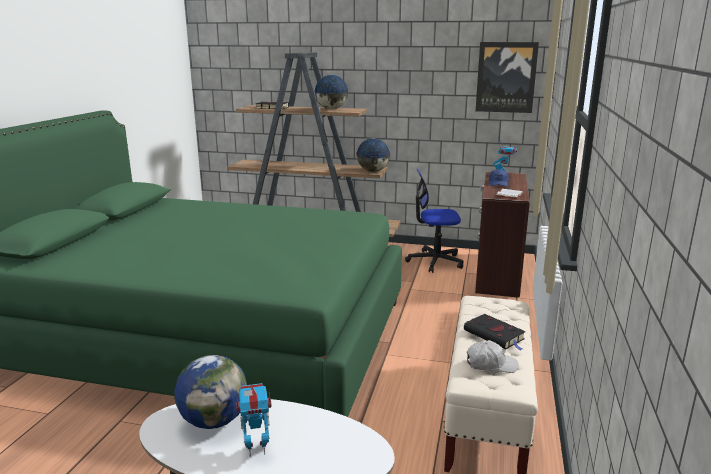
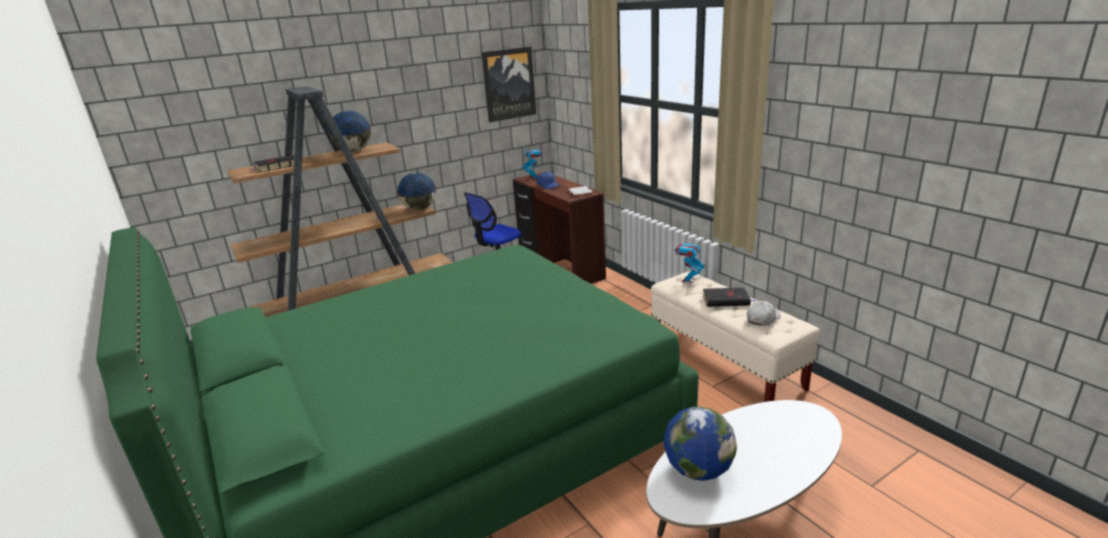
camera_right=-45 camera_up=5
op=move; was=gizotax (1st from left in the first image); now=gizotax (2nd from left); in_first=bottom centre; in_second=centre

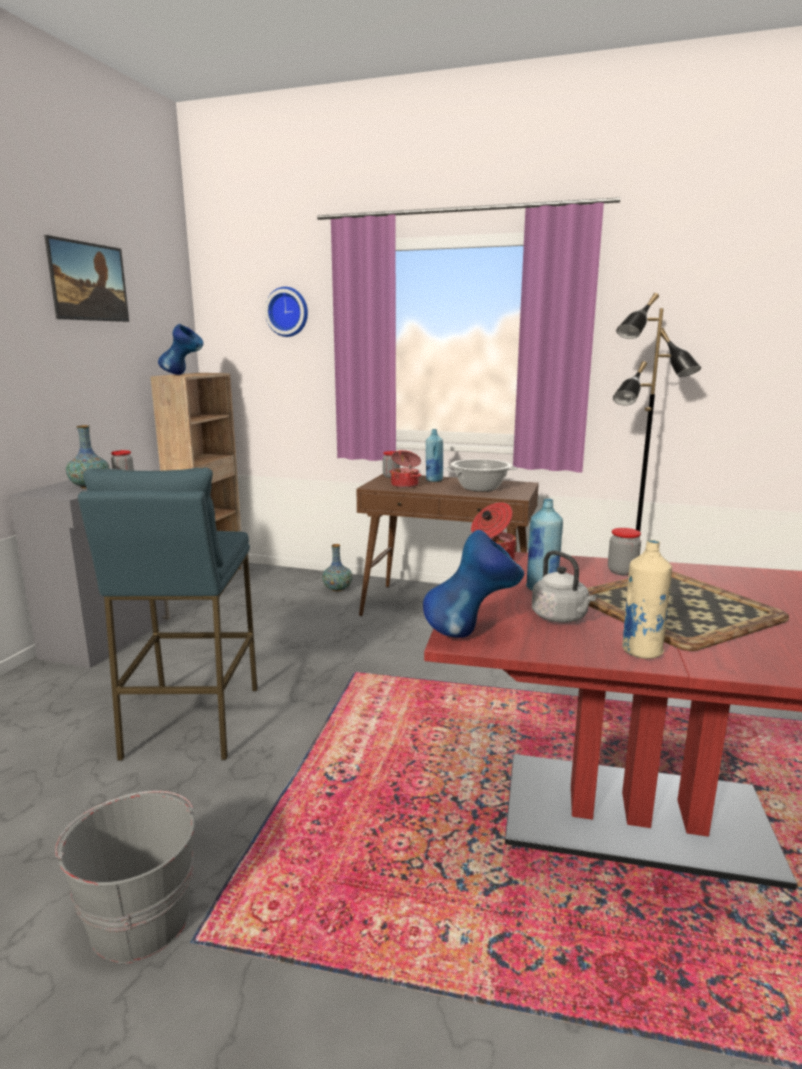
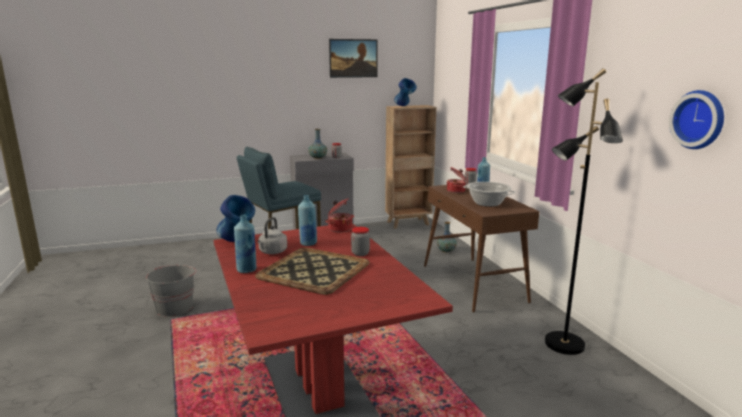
camera_right=55 camera_up=0
op=move; was=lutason; in_first=top centre; in_second=top right
op=recolor; was=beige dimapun; now=blue dimapun (1st from left); in_first=middle right; in_second=middle left

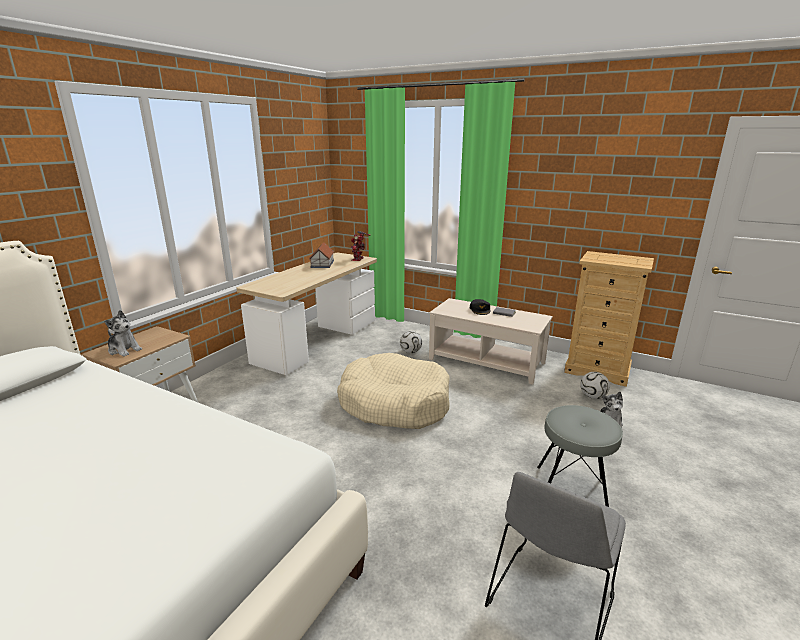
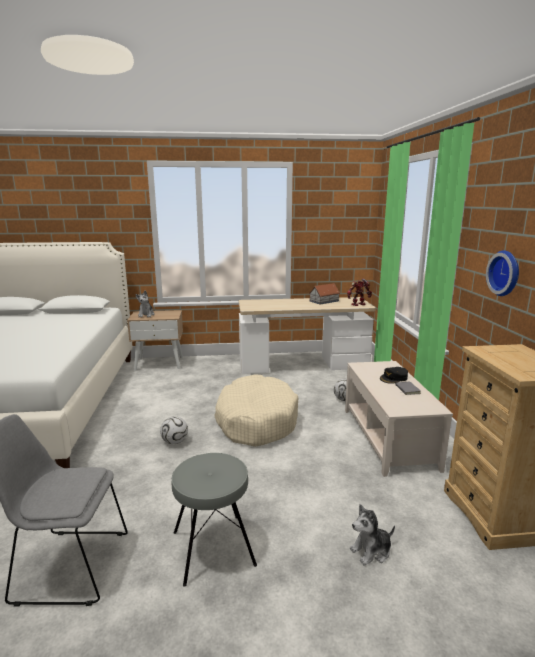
camera_right=55 camera_up=-5
op=insert; now=lutason; in_second=middle right
op=move; was=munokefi (2nd from left in the first image); now=munokefi (1st from left); in_first=middle right; in_second=middle left

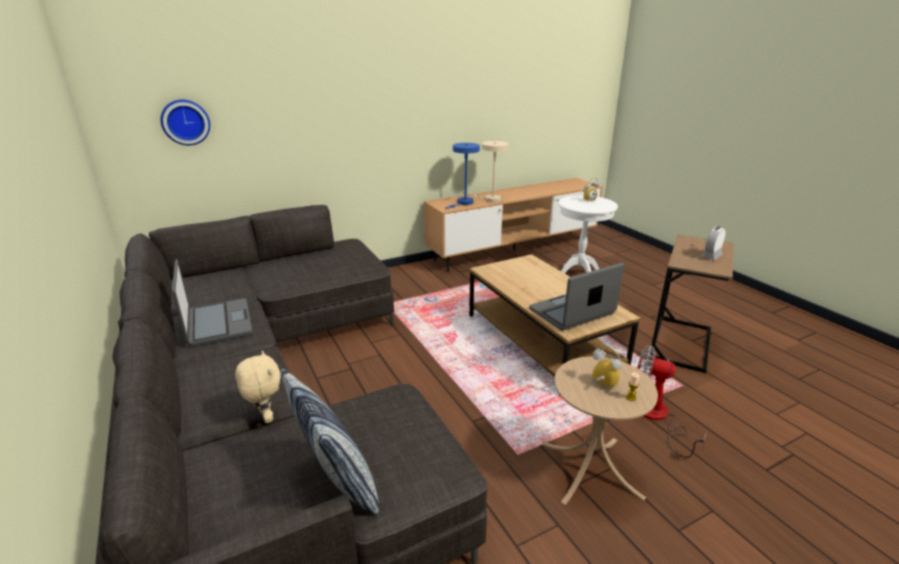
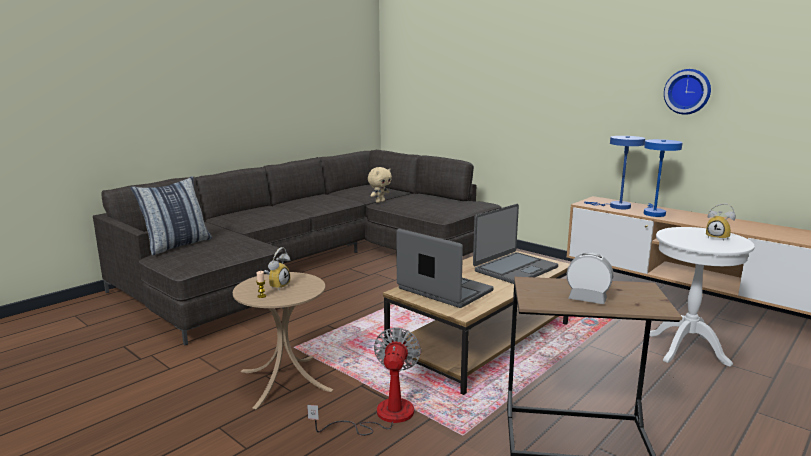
camera_right=70 camera_up=-10
op=move; was=lutason; in_first=top left; in_second=top right
op=move; was=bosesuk (1st from left in the first image); now=bosesuk (2nd from left); in_first=middle left; in_second=centre
op=move; was=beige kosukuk; in_first=bottom left; in_second=centre
op=recolor; was=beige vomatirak; now=blue vomatirak (2nd from left); in_first=top centre; in_second=middle right

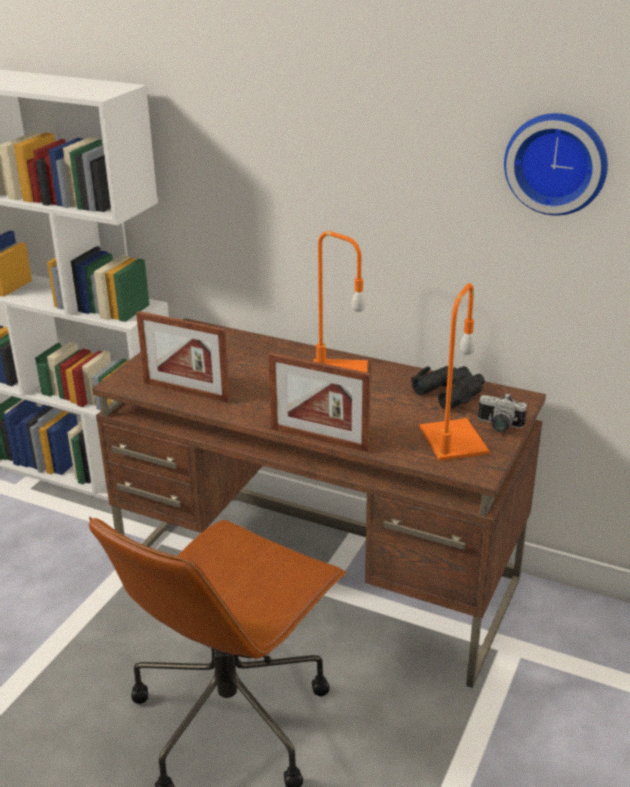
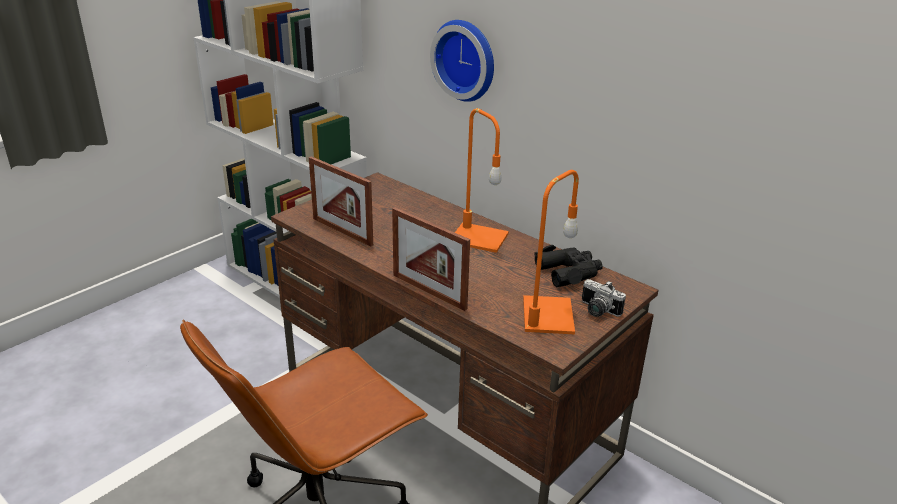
camera_right=15 camera_up=0
op=move; was=lutason; in_first=top right; in_second=top centre

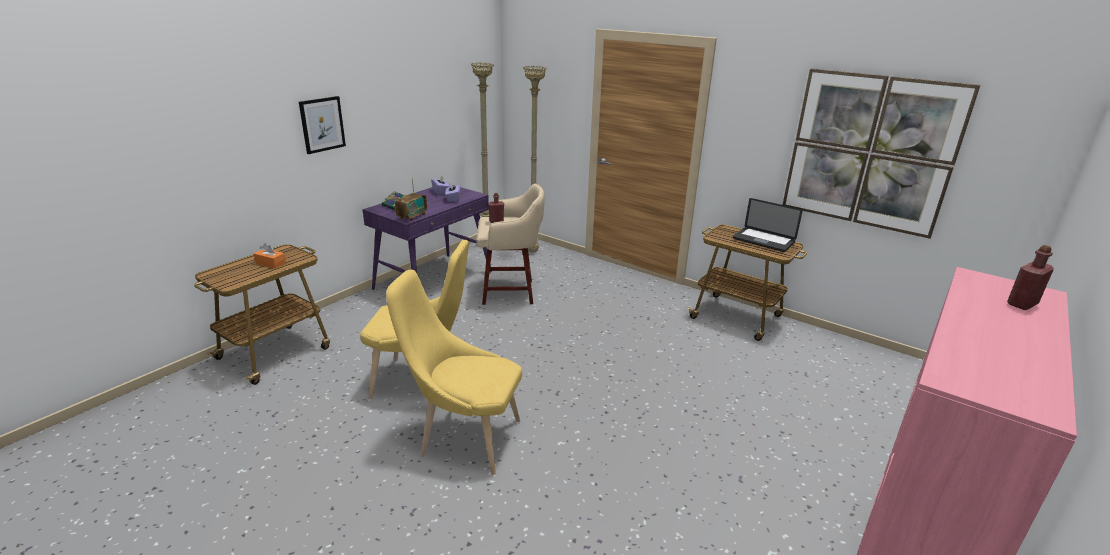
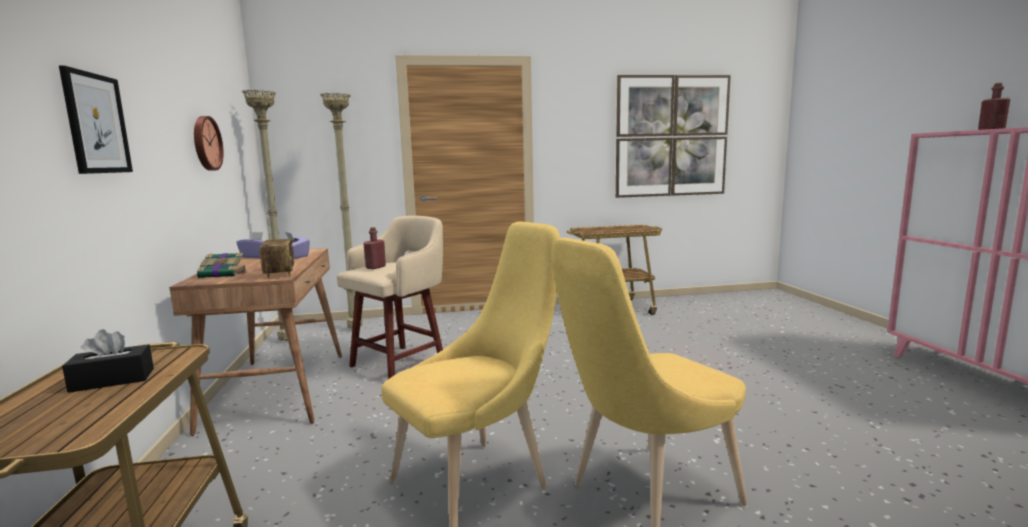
camera_right=-45 camera_up=-15
op=delete; was=bosesuk; in_first=middle right
op=insert; now=lutason; in_second=top left
op=recolor; was=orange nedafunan; now=black nedafunan; in_first=middle left; in_second=bottom left
op=recolor; was=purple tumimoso; now=brown tumimoso; in_first=centre; in_second=middle left

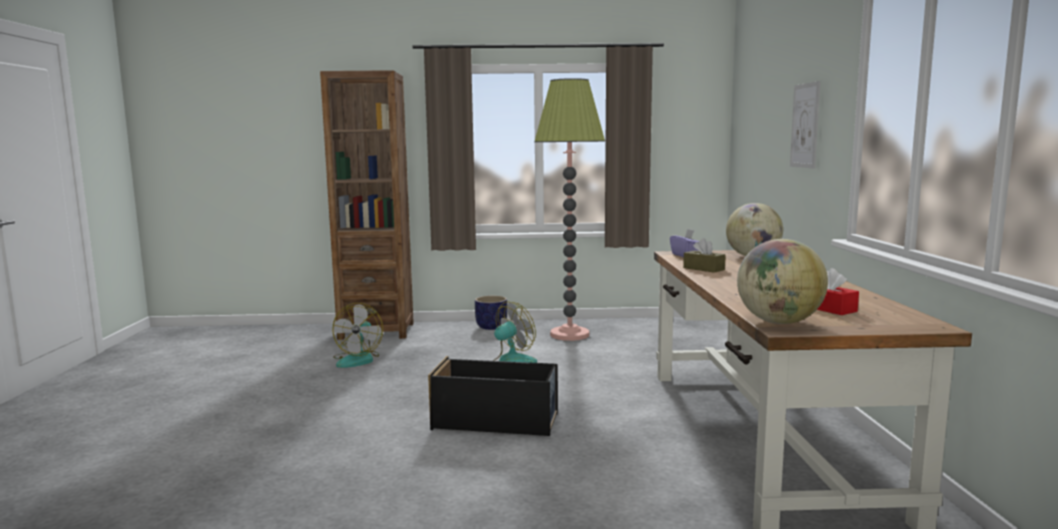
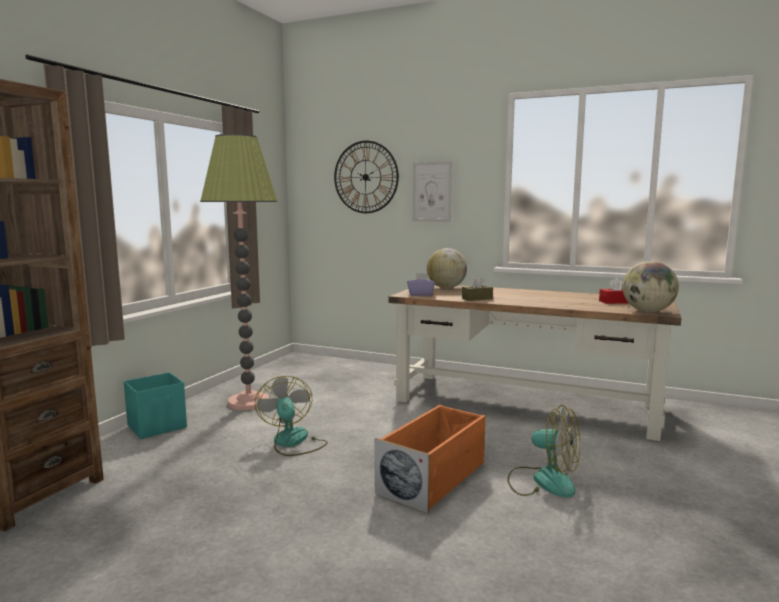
camera_right=-65 camera_up=0
op=insert; now=lutason; in_second=top centre
op=move; was=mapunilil (1st from left in the first image); now=mapunilil (2nd from left); in_first=centre; in_second=bottom right
op=replace; was=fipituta; now=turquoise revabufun; in_first=centre; in_second=bottom left
op=recolor; was=black revabufun; now=orange revabufun; in_first=bottom centre; in_second=bottom centre

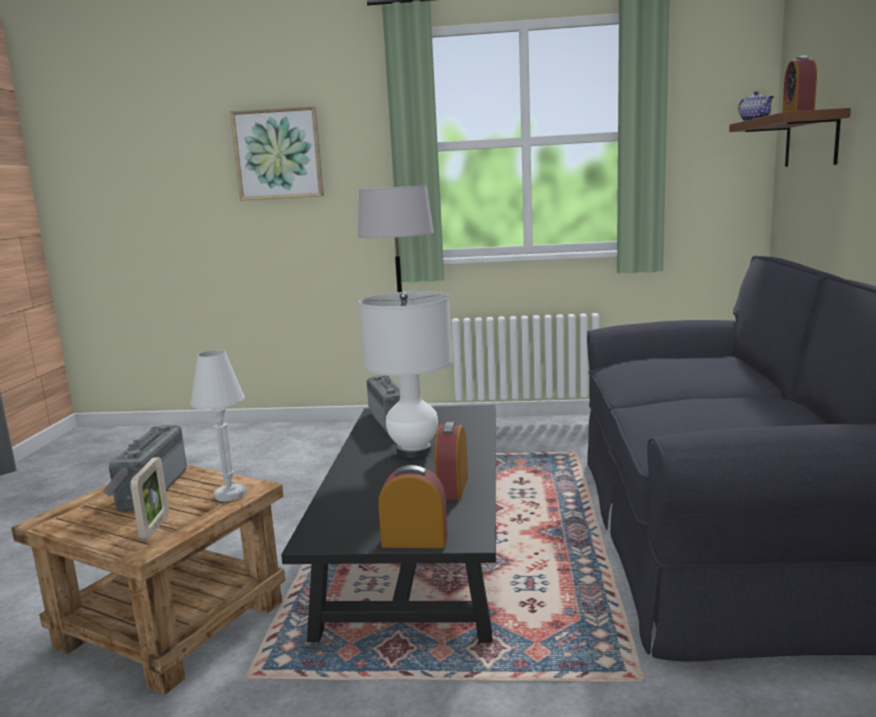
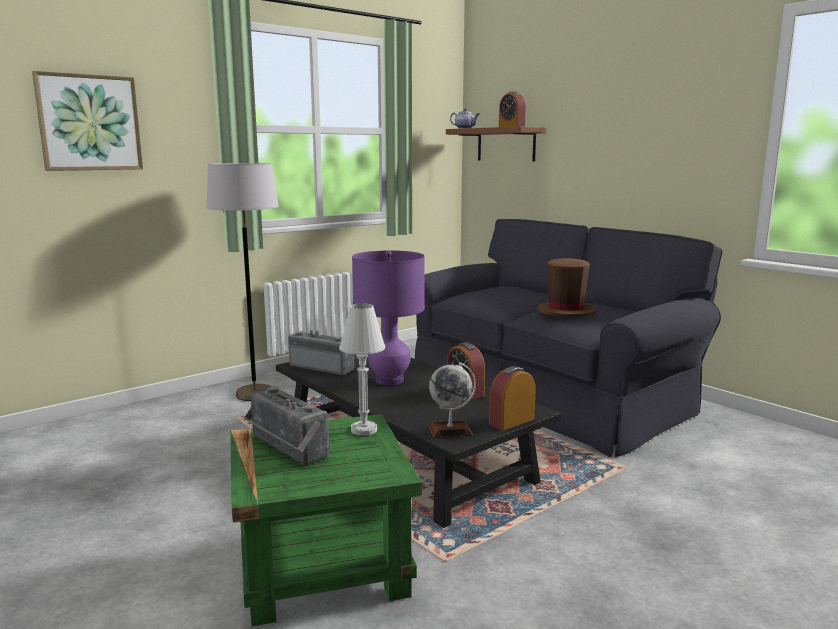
camera_right=-45 camera_up=0
op=delete; was=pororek; in_first=bottom left
op=insert; now=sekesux; in_second=centre
op=insert; now=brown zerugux; in_second=middle right
op=recolor; was=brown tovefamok; now=green tovefamok; in_first=bottom left; in_second=bottom centre
op=recolor; was=white vomatirak (2nd from left); now=purple vomatirak; in_first=centre; in_second=centre

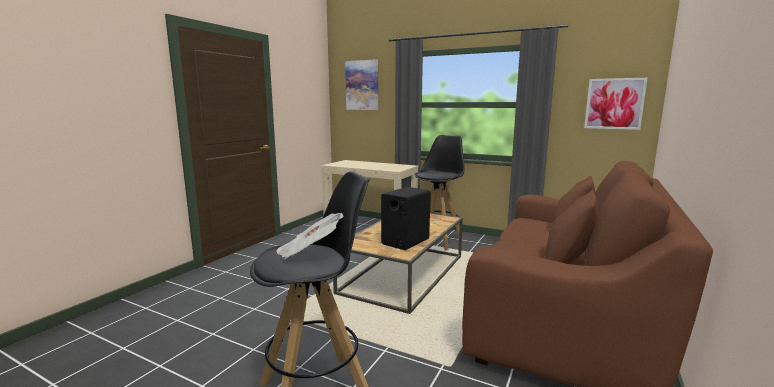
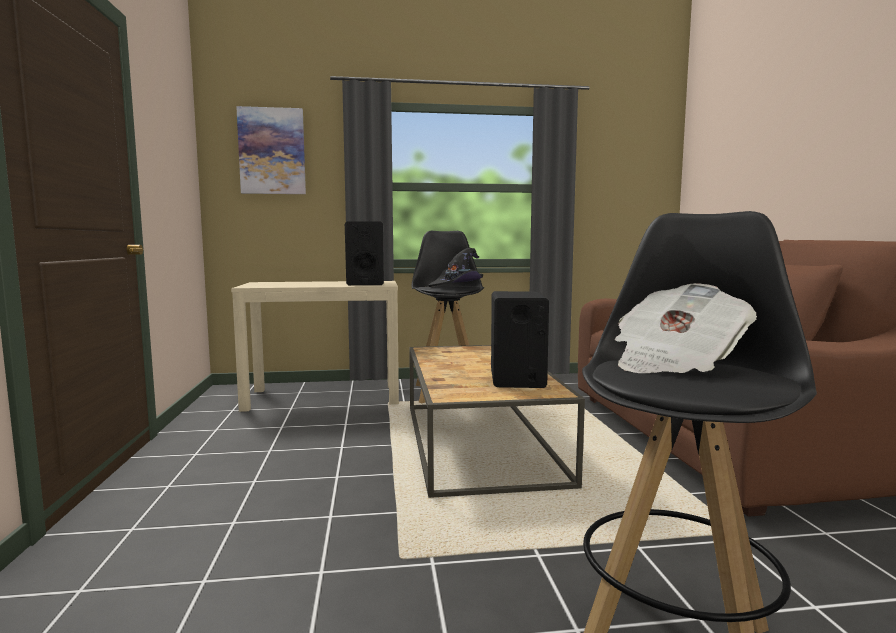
camera_right=-35 camera_up=-5
op=delete; was=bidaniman (2nd from left); in_first=top right
op=insert; now=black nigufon (1st from left); in_second=centre
op=insert; now=black zerugux; in_second=centre

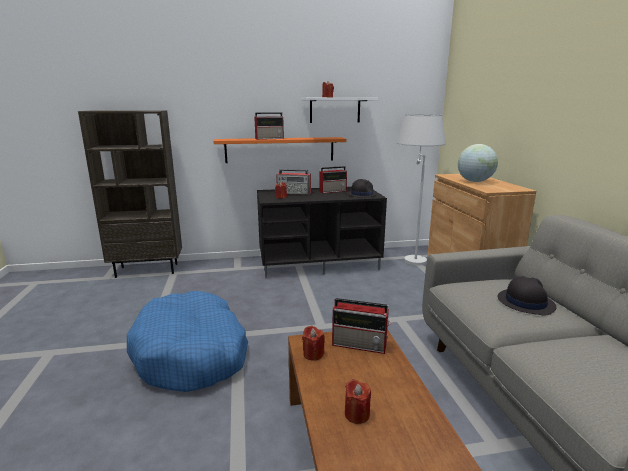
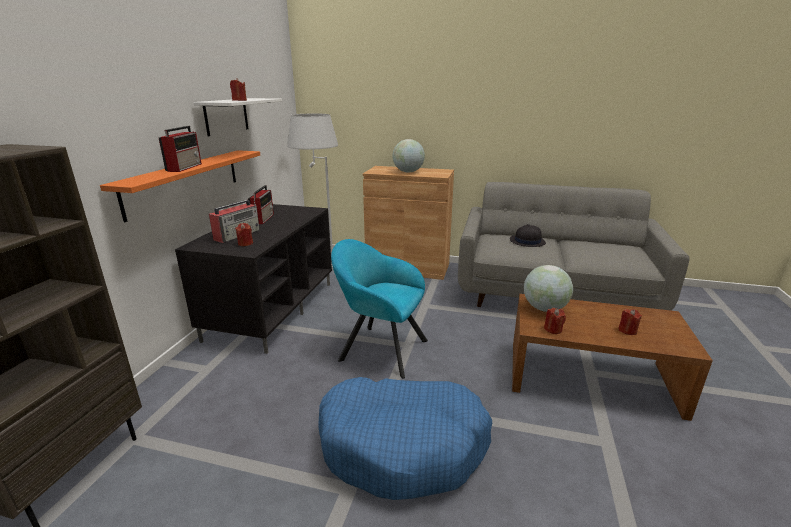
camera_right=-65 camera_up=5
op=delete; was=black zerugux (1st from left); in_first=centre
op=insert; now=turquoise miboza; in_second=centre
op=replace; was=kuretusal (4th from left); now=sekesux (2nd from left); in_first=bottom centre; in_second=middle right

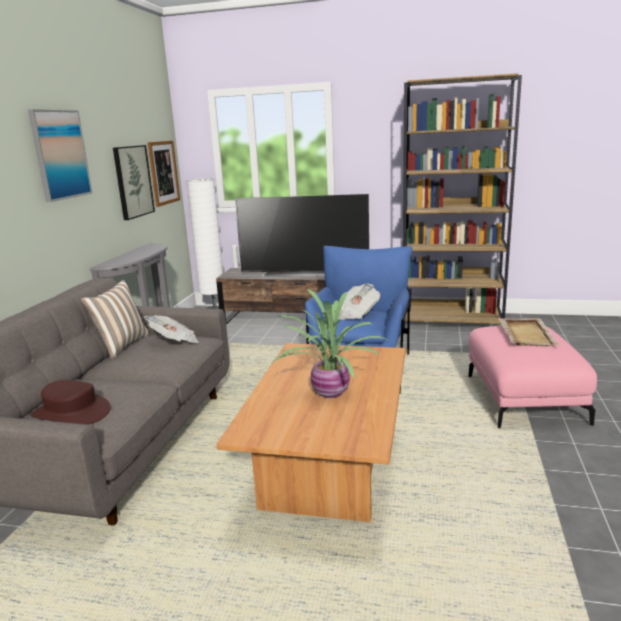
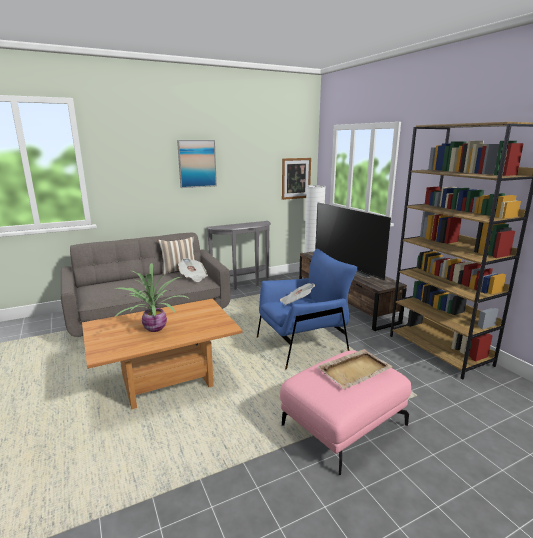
camera_right=50 camera_up=0
op=delete; was=brown zerugux; in_first=middle left
op=delete; was=bidaniman (2nd from left); in_first=top left

